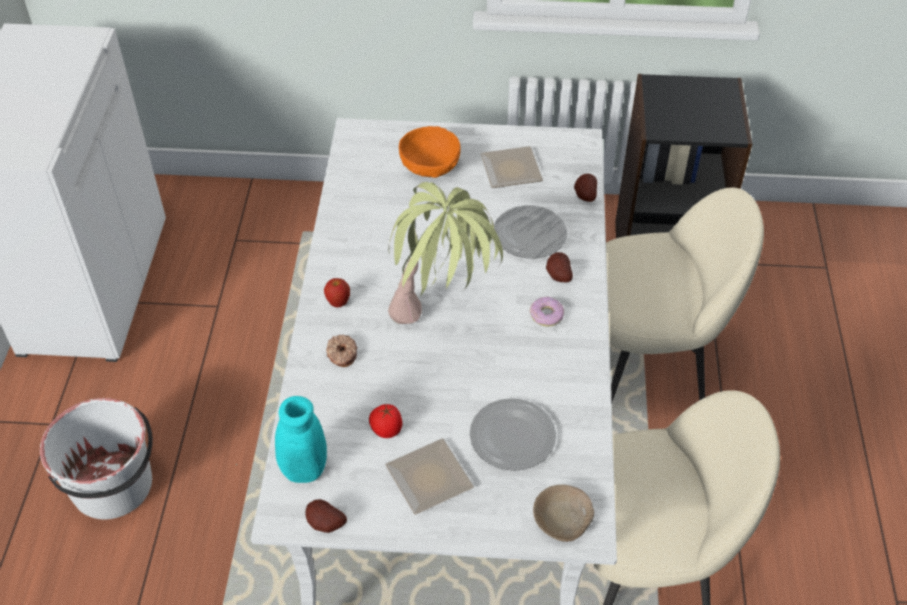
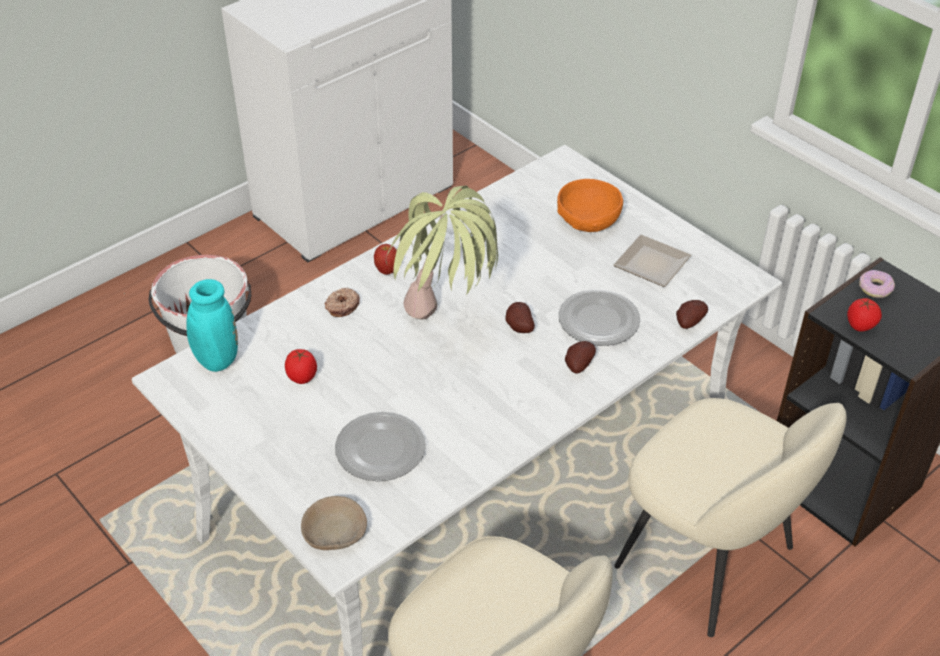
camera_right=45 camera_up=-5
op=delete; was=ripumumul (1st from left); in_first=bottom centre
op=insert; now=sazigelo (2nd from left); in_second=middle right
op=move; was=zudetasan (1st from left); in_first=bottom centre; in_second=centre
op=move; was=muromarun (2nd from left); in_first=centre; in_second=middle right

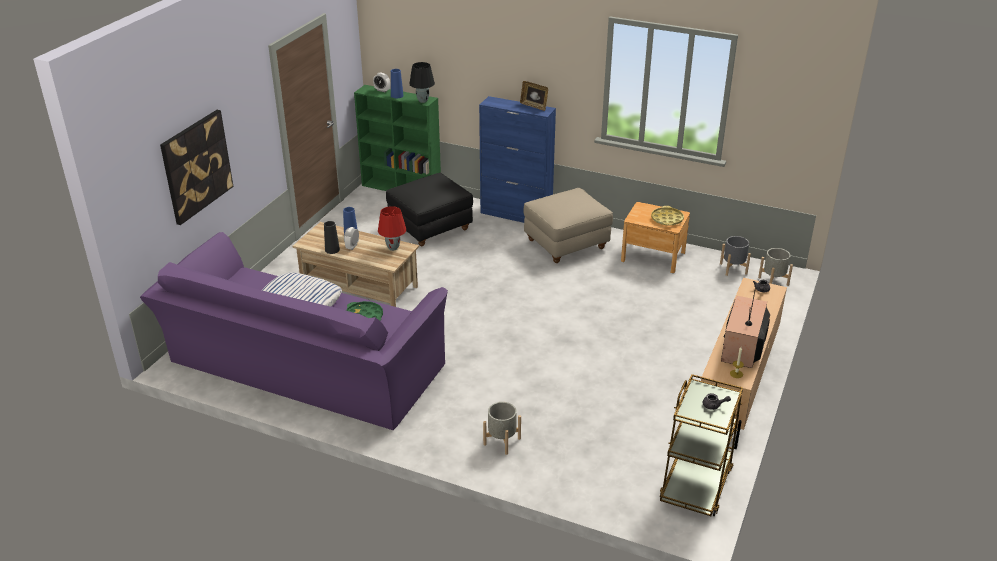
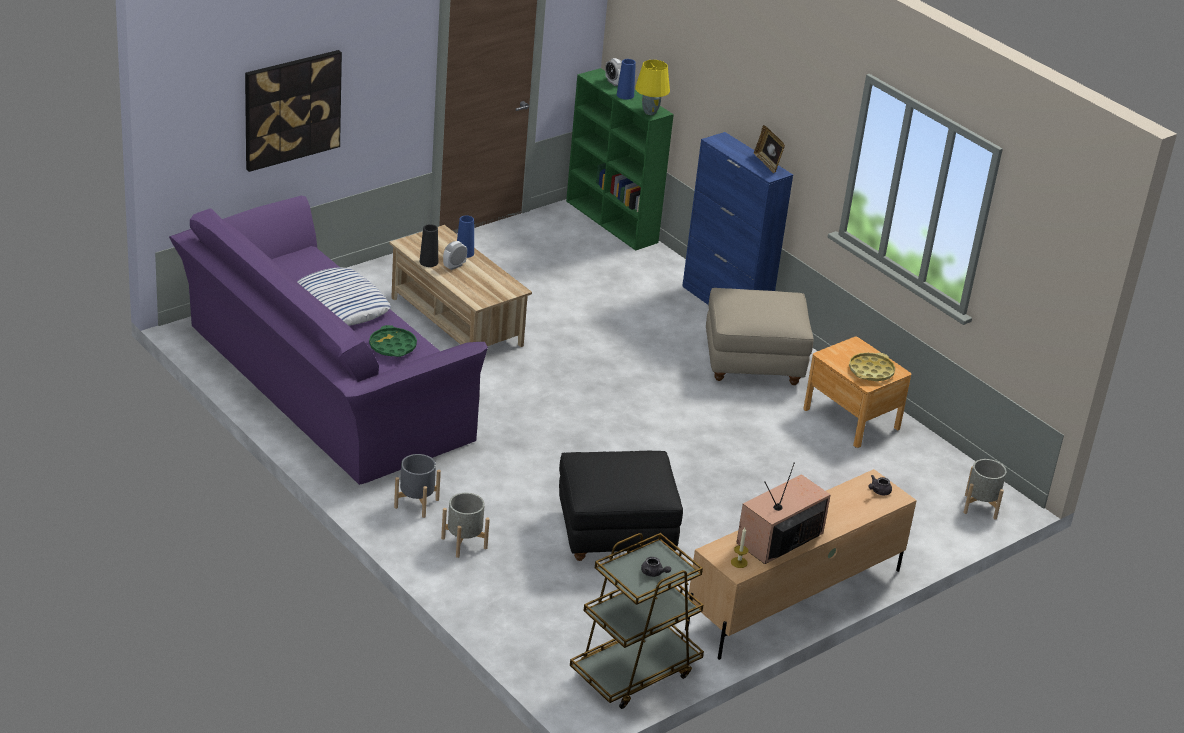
camera_right=25 camera_up=0
op=delete; was=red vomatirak; in_first=centre
op=move; was=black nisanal; in_first=centre; in_second=bottom centre
op=move; was=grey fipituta (2nd from left in the first image); now=grey fipituta (1st from left); in_first=middle right; in_second=centre
op=recolor; was=black vomatirak; now=yellow vomatirak; in_first=top centre; in_second=top centre

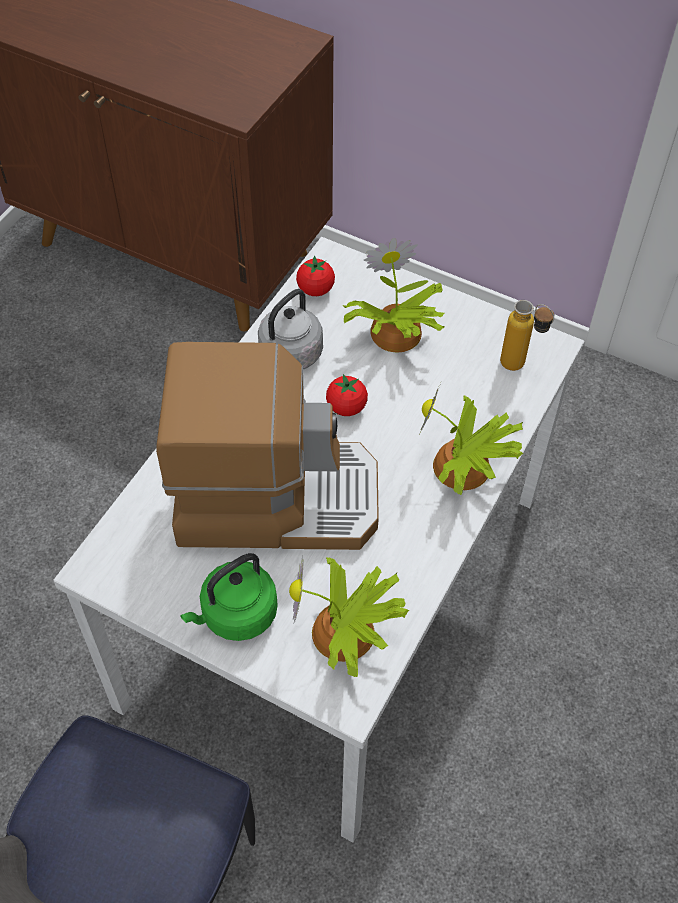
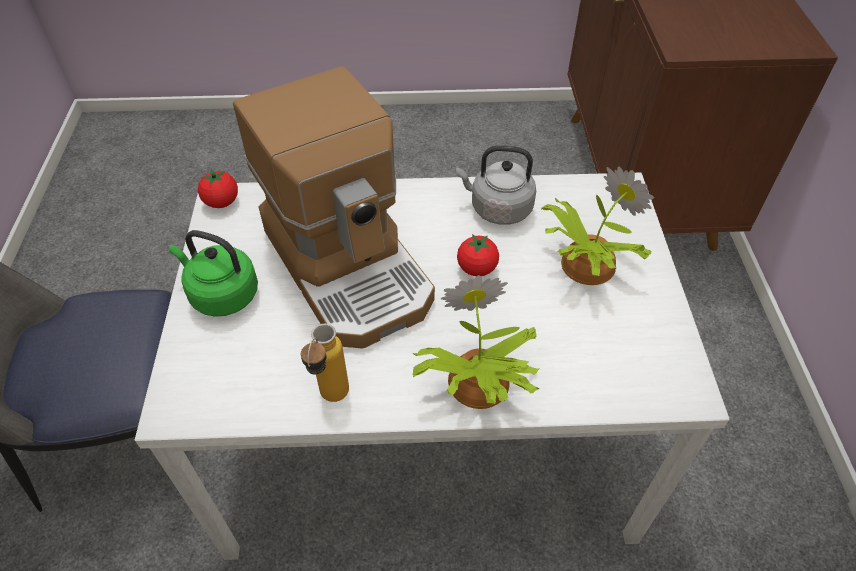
camera_right=60 camera_up=-5
op=delete; was=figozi (1st from left); in_first=bottom centre
op=move; was=sazigelo (1st from left); in_first=top centre; in_second=top left
op=move; was=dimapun; in_first=middle right; in_second=centre

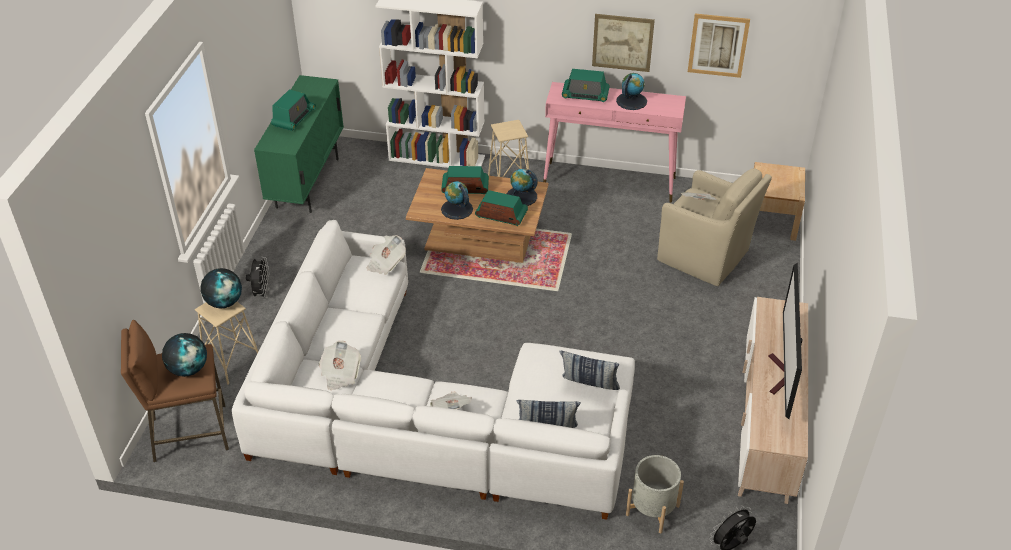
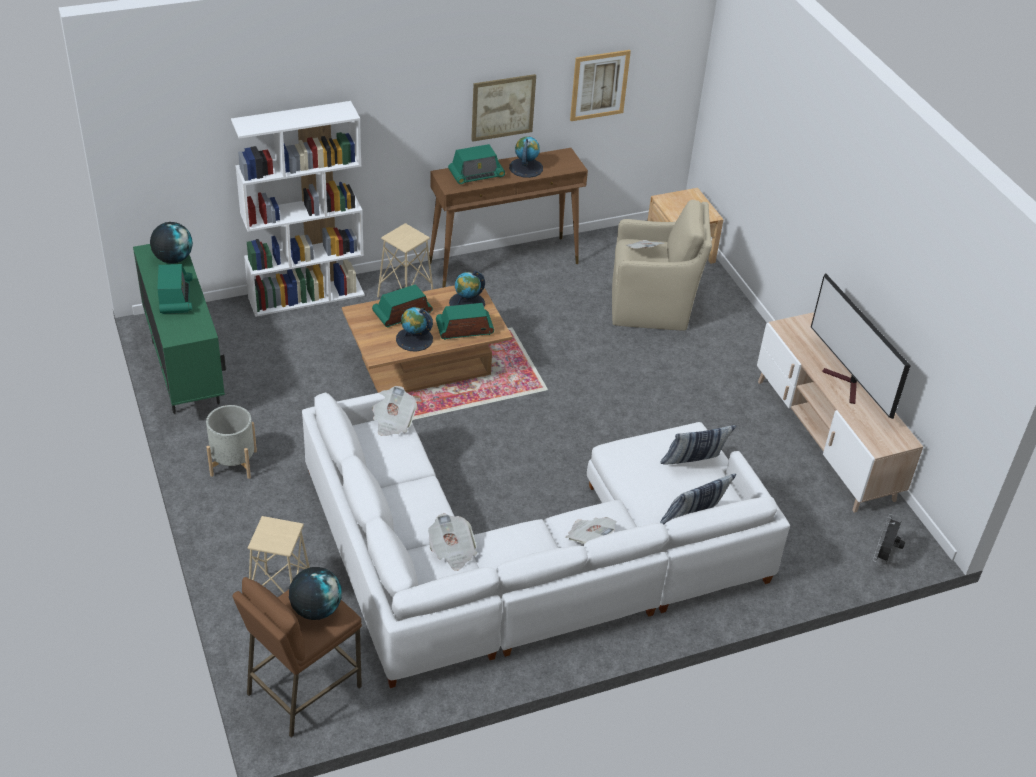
camera_right=-35 camera_up=0
op=delete; was=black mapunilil (1st from left); in_first=middle left
op=move; was=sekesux (2nd from left in the first image); now=sekesux (1st from left); in_first=middle left; in_second=top left
op=move; was=grey fipituta; in_first=bottom centre; in_second=middle left
op=recolor; was=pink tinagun; now=brown tinagun; in_first=top centre; in_second=top centre

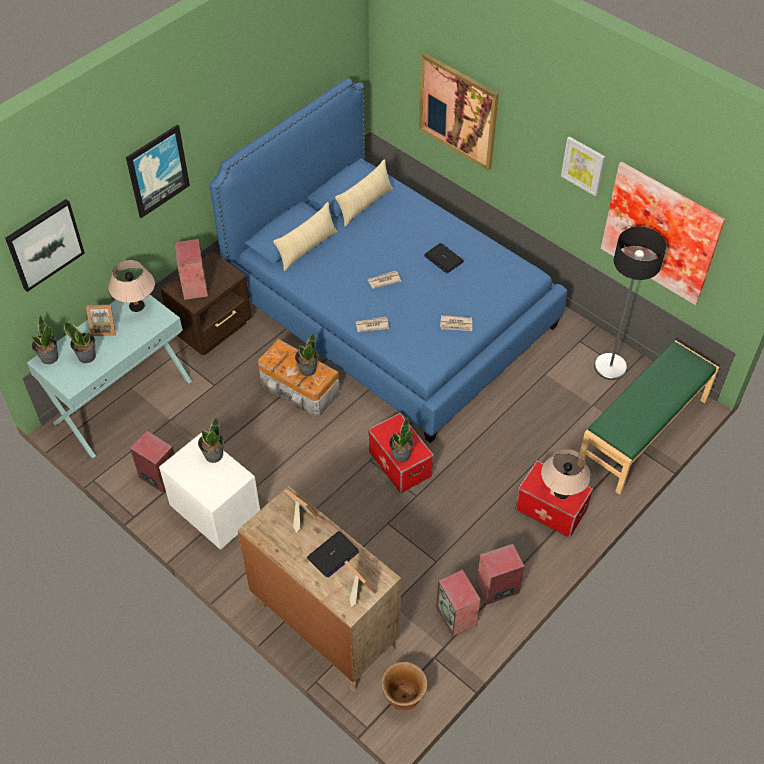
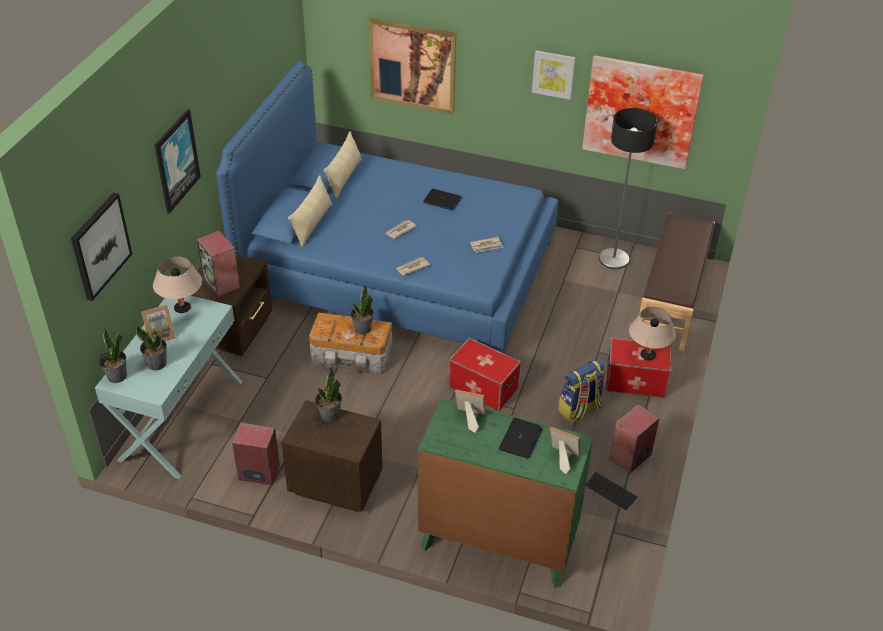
camera_right=-25 camera_up=-10
op=delete; was=brown fipituta; in_first=bottom centre
op=delete; was=figozi (5th from left); in_first=centre
op=insert; now=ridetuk; in_second=centre
op=replace; was=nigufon (3rd from left); now=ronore; in_first=bottom centre; in_second=bottom right
op=recolor; was=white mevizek; now=brown mevizek (2nd from left); in_first=middle left; in_second=bottom centre
op=recolor; was=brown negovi; now=green negovi; in_first=bottom centre; in_second=bottom centre
op=recolor; was=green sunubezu; now=brown sunubezu; in_first=middle right; in_second=middle right

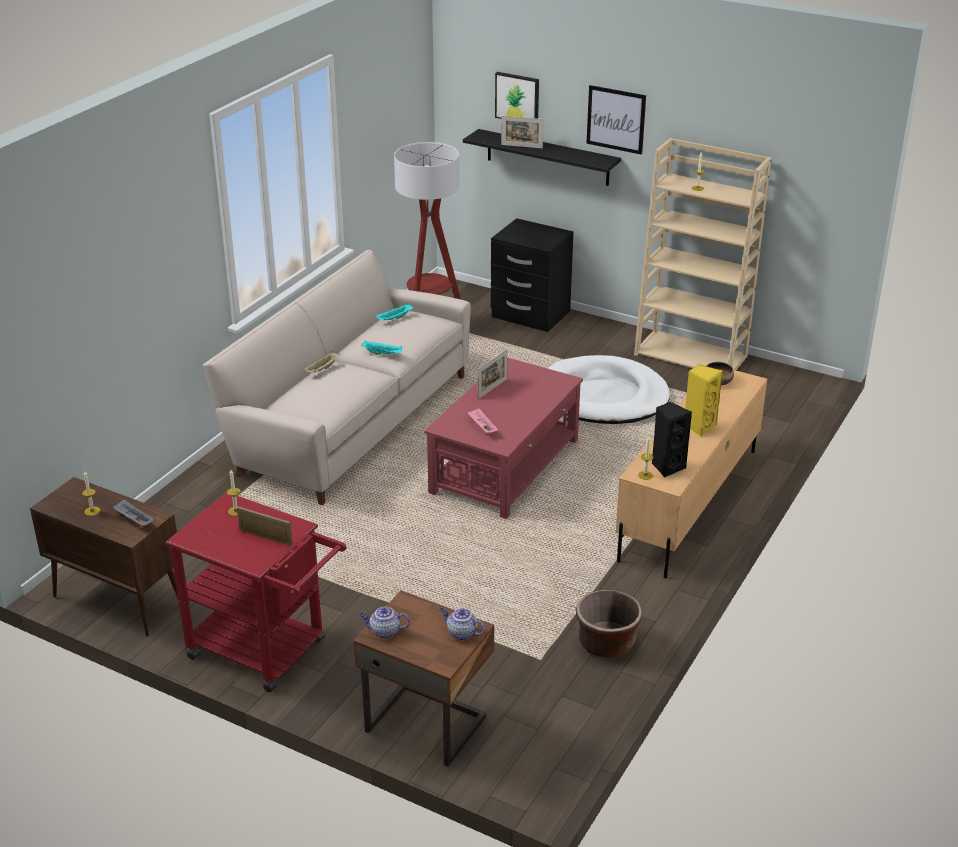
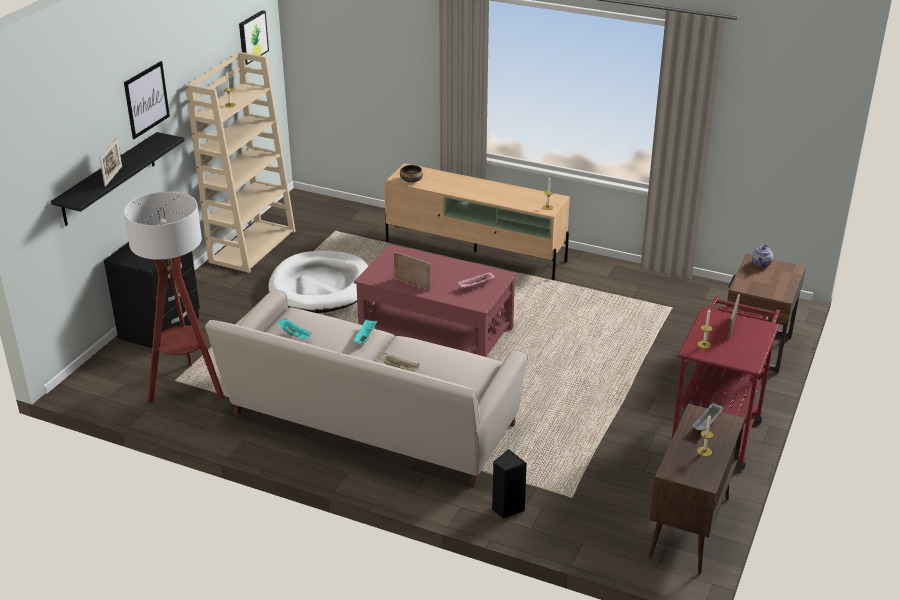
camera_right=-95 camera_up=0
op=delete; was=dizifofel (1st from left); in_first=bottom centre
op=delete; was=brown fipituta; in_first=bottom centre
op=delete; was=yellow nigufon; in_first=middle right
op=move; was=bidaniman (1st from left in the first image); now=bidaniman (2nd from left); in_first=top centre; in_second=top left
op=move; was=black nigufon; in_first=middle right; in_second=bottom centre

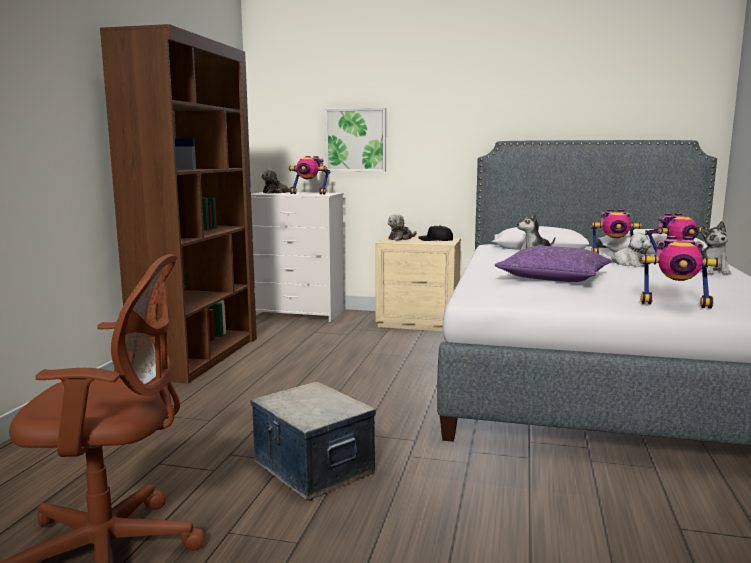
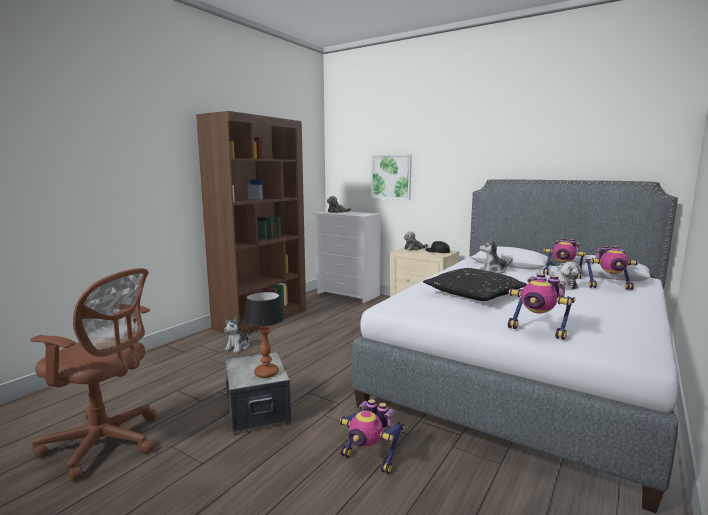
camera_right=20 camera_up=0
op=insert; now=vomatirak; in_second=centre
op=move; was=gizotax (1st from left); in_first=top centre; in_second=bottom centre
op=move; was=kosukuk (5th from left in the first image); now=kosukuk (1st from left); in_first=middle right; in_second=centre
op=recolor; was=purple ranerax; now=black ranerax; in_first=middle right; in_second=middle right

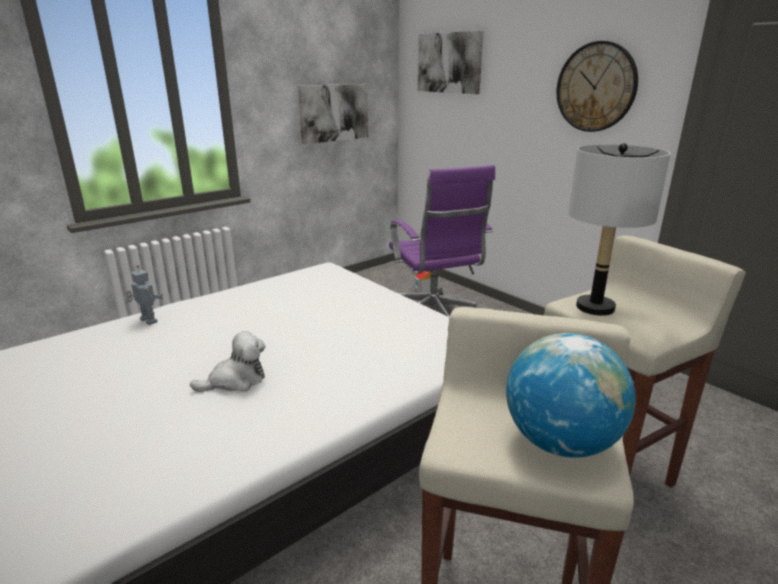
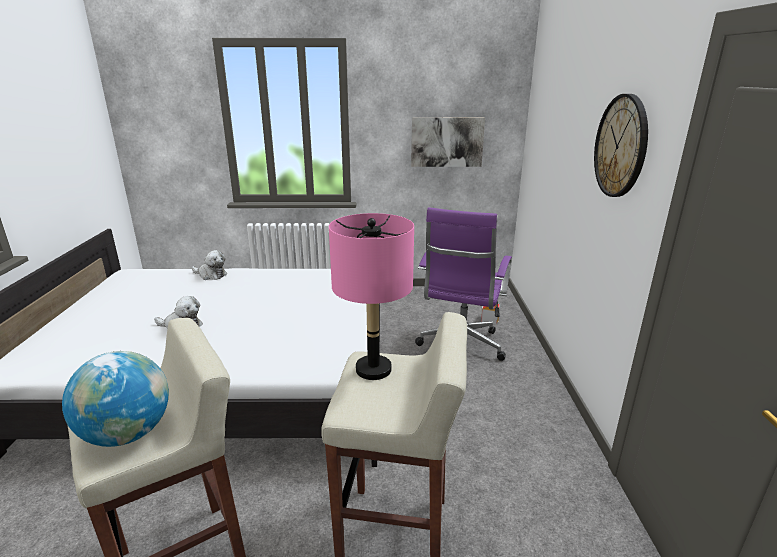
camera_right=40 camera_up=0
op=delete; was=bidaniman (2nd from left); in_first=top centre
op=replace; was=gizotax; now=kosukuk (2nd from left); in_first=middle left; in_second=middle left
op=recolor; was=grey vomatirak; now=pink vomatirak; in_first=middle right; in_second=centre

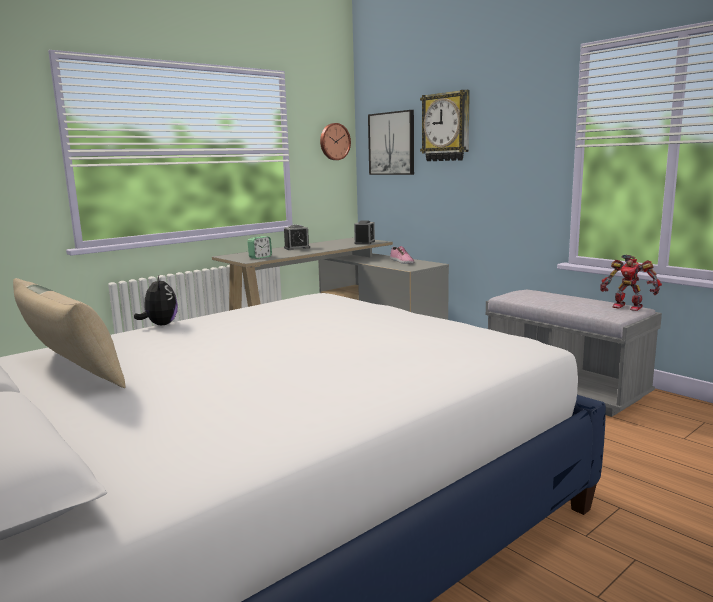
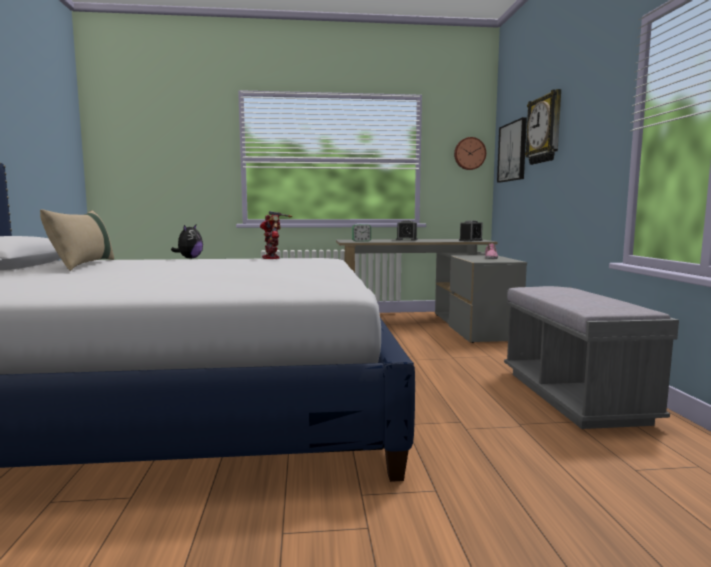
camera_right=35 camera_up=-5
op=move; was=gizotax; in_first=middle right; in_second=centre

